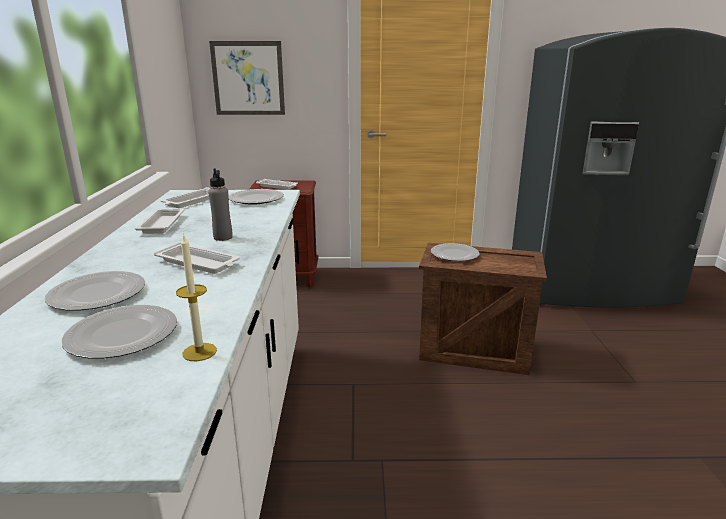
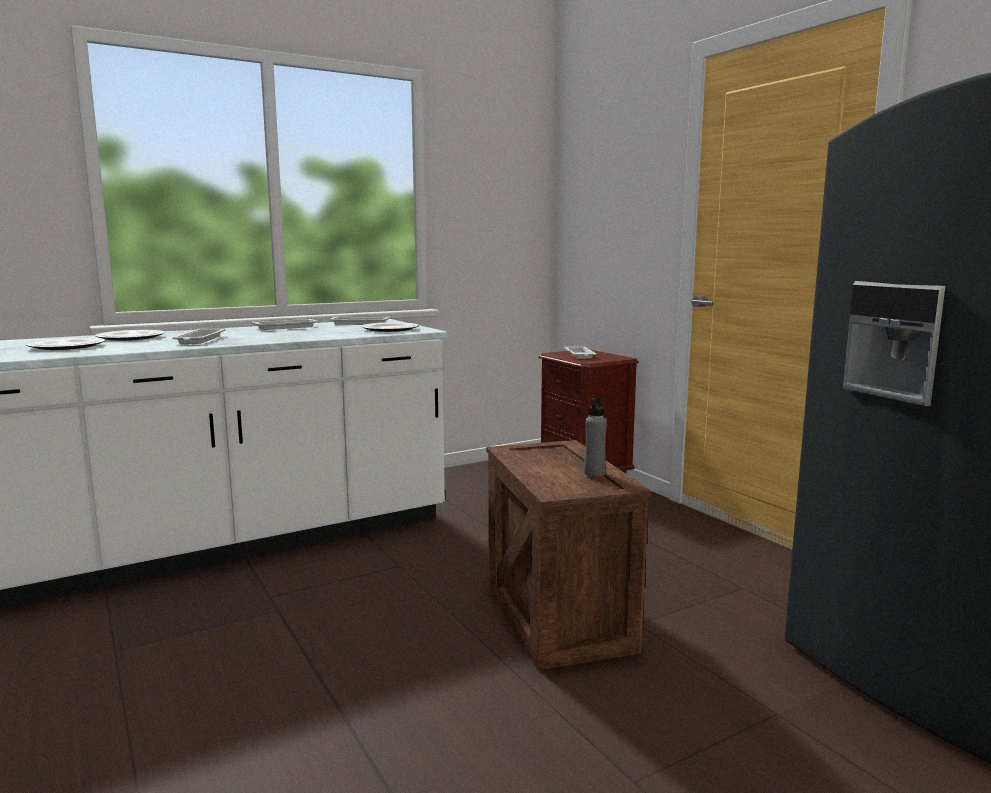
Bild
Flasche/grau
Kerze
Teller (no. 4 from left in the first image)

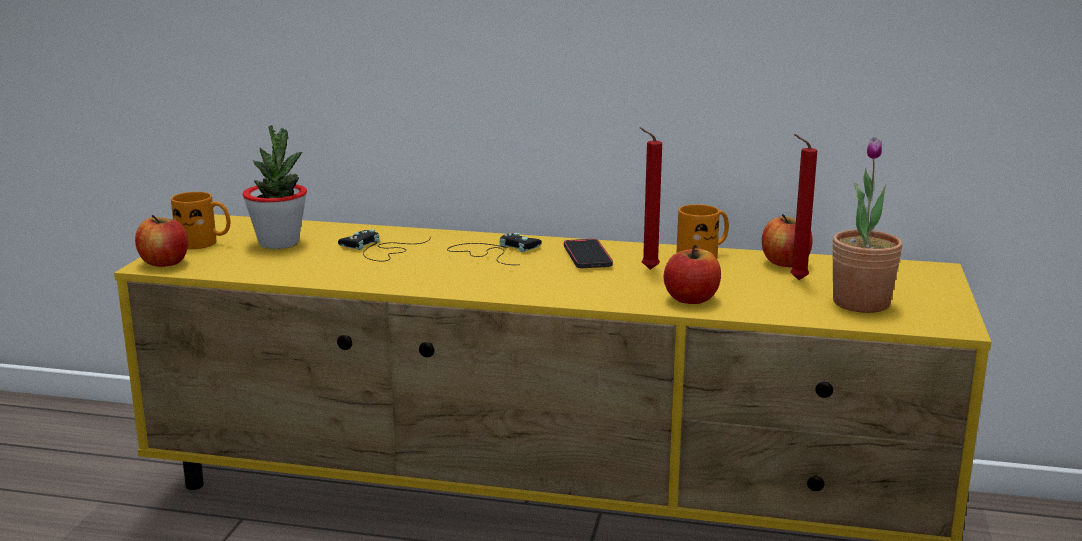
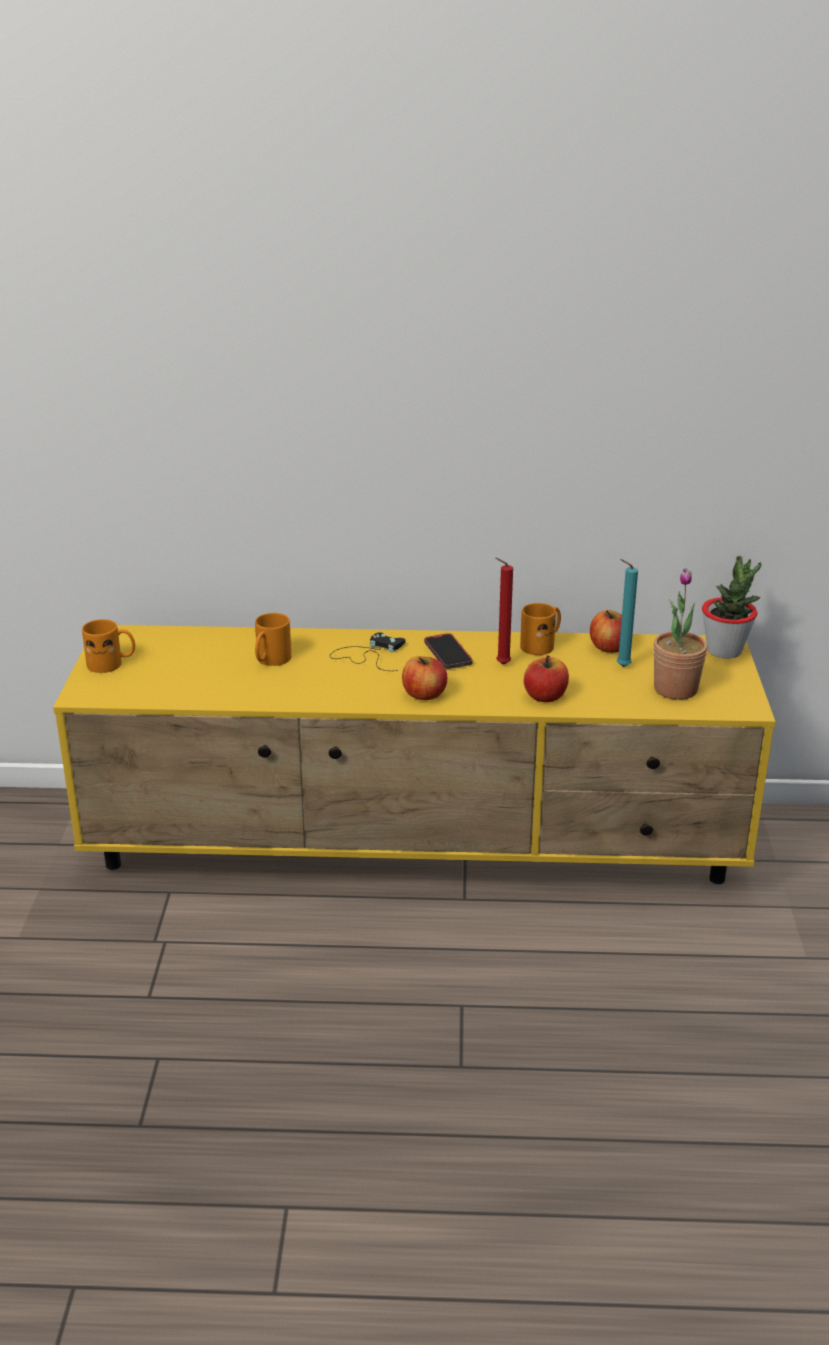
Topfpflanze (no. 2 from left)
Kerze/türkis
Apfel (no. 1 from left)
Henkelbecher/orange (no. 2 from left)

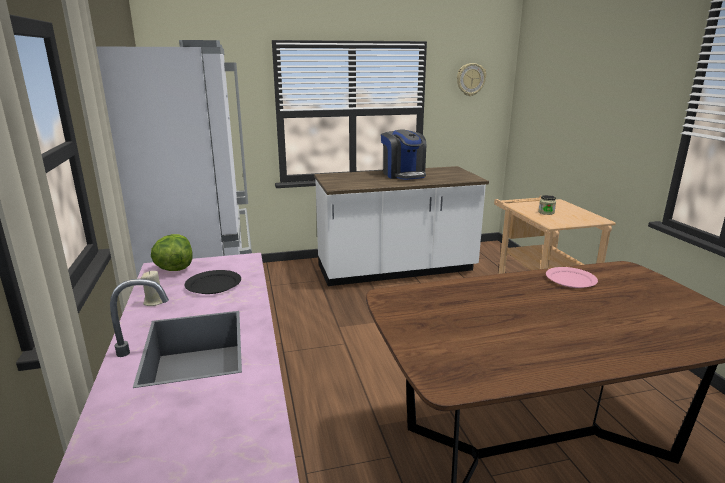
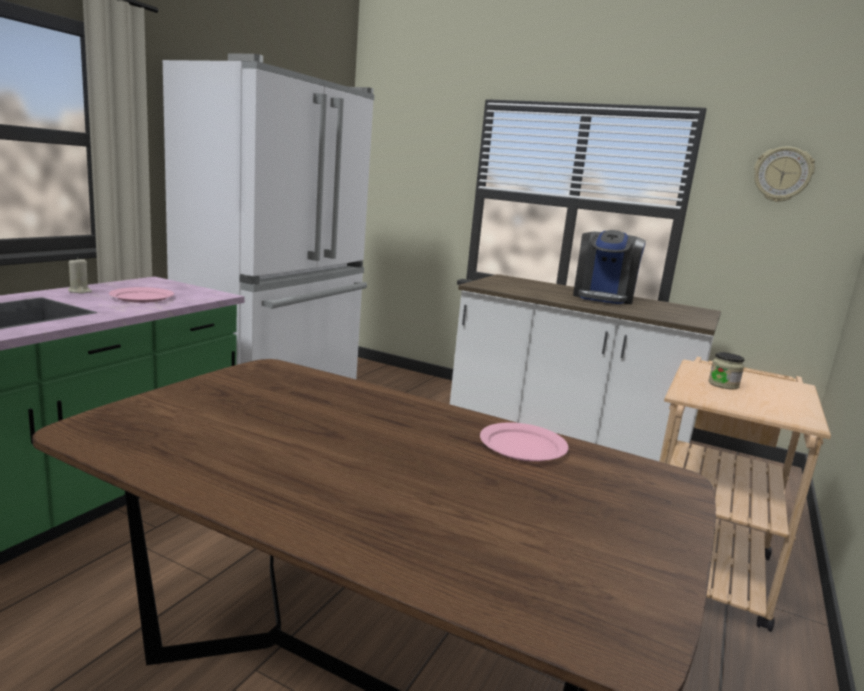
Salatkopf
Teller/rosa (no. 1 from left)

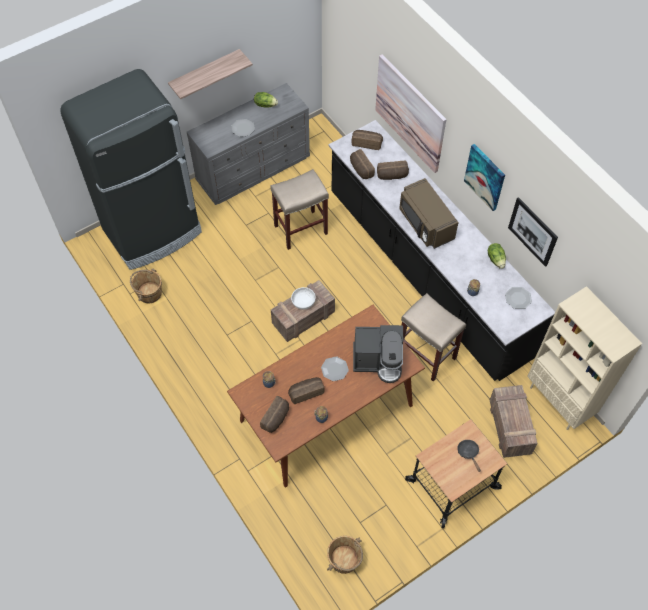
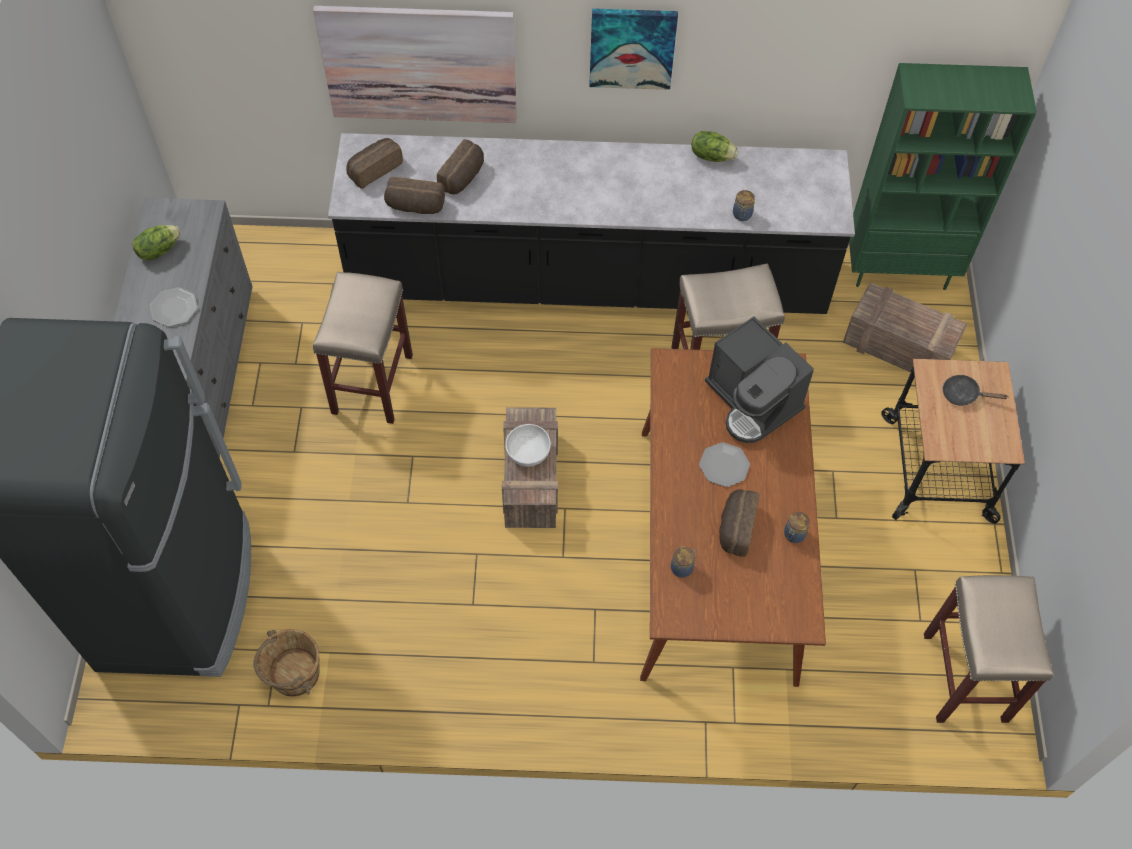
Wandregal
Mikrowelle/braun
Bild (no. 3 from left in the first image)
Bücherregal/grün
Teller (no. 3 from left in the first image)
Kaffeemaschine
Brot (no. 1 from left in the first image)
Hocker/beige (no. 3 from left)

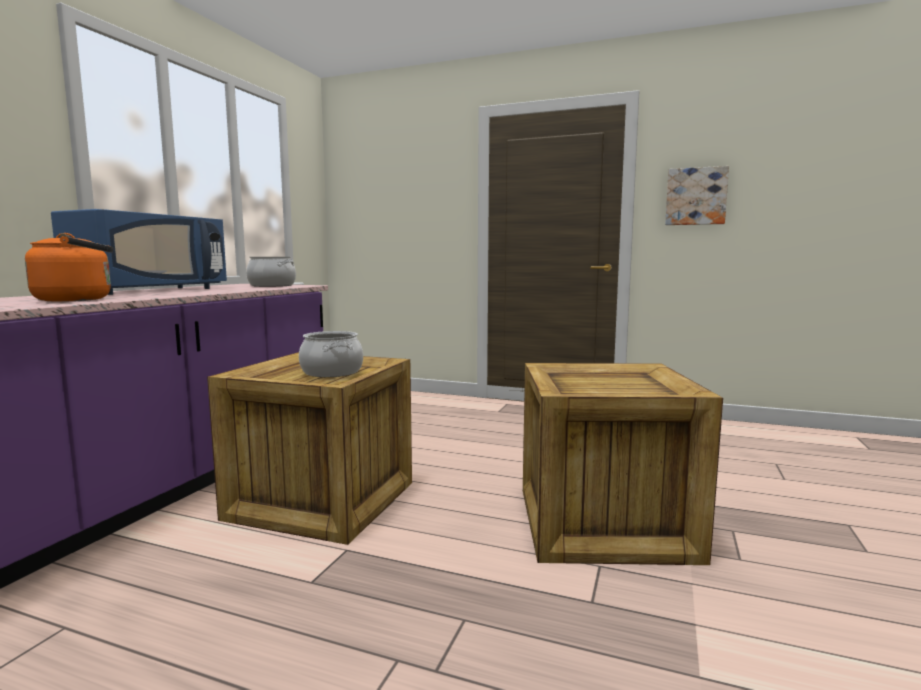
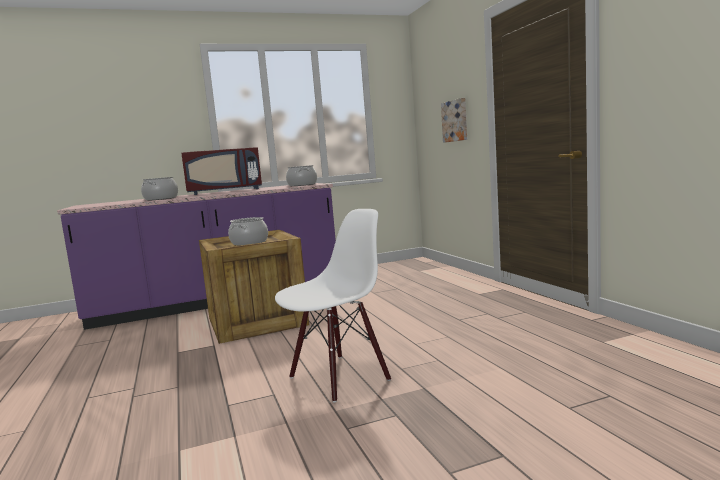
Bild
Mikrowelle/rot
Kochtopf (no. 1 from left)
Stuhl/weiß

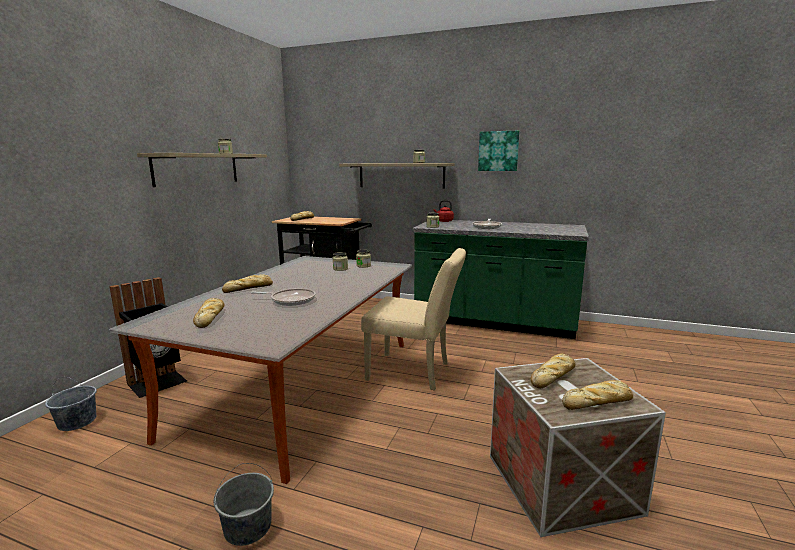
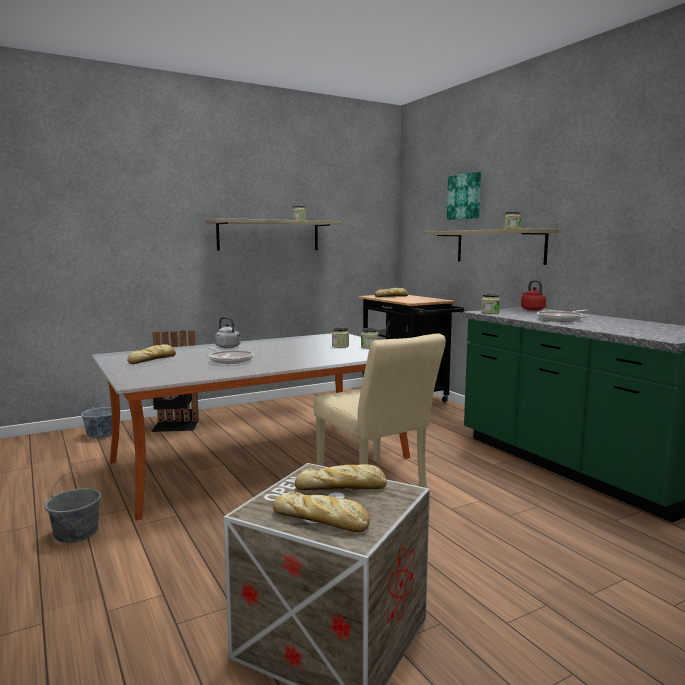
Bild
Wasserkessel/grau

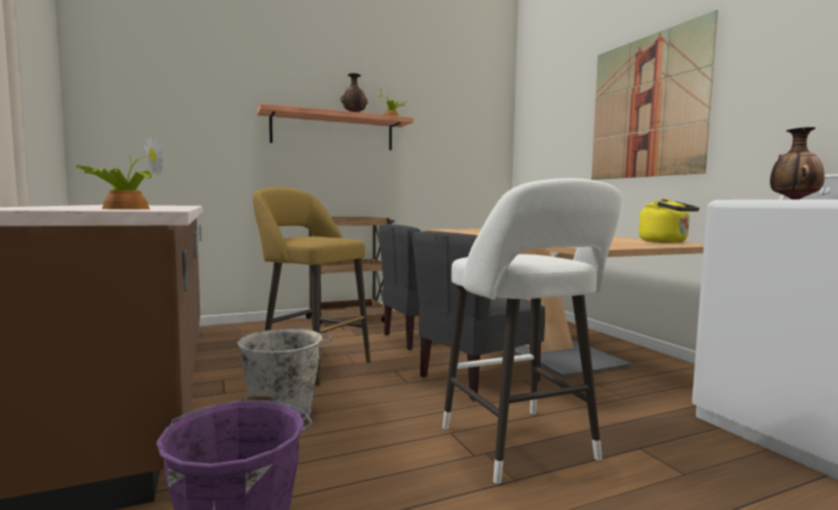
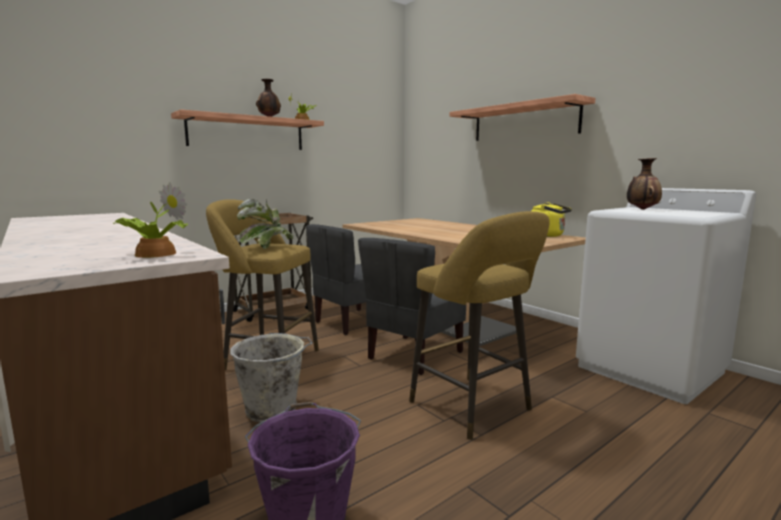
Wandregal (no. 2 from left)
Hocker/gelb (no. 2 from left)
Topfpflanze (no. 2 from left)

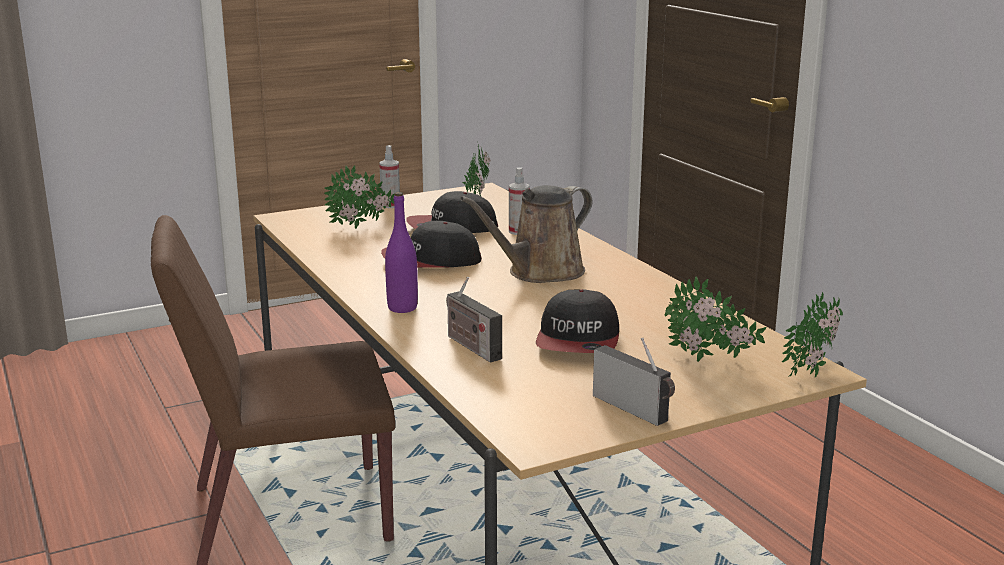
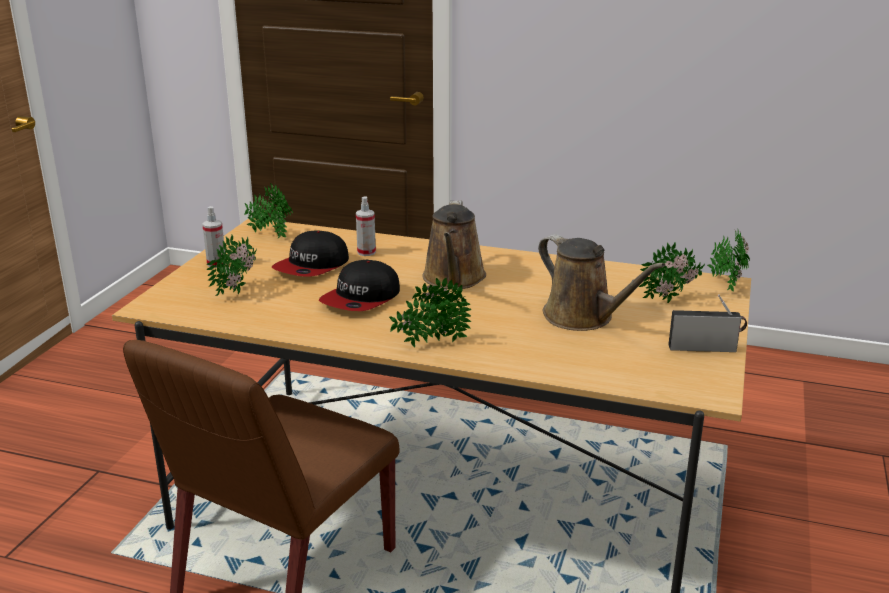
Topfpflanze (no. 3 from left)
Radio (no. 1 from left in the first image)
Gießkanne/braun (no. 2 from left)

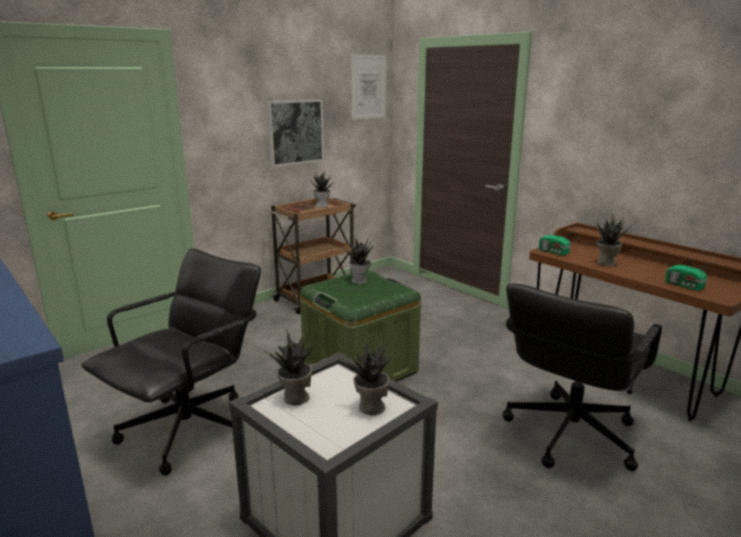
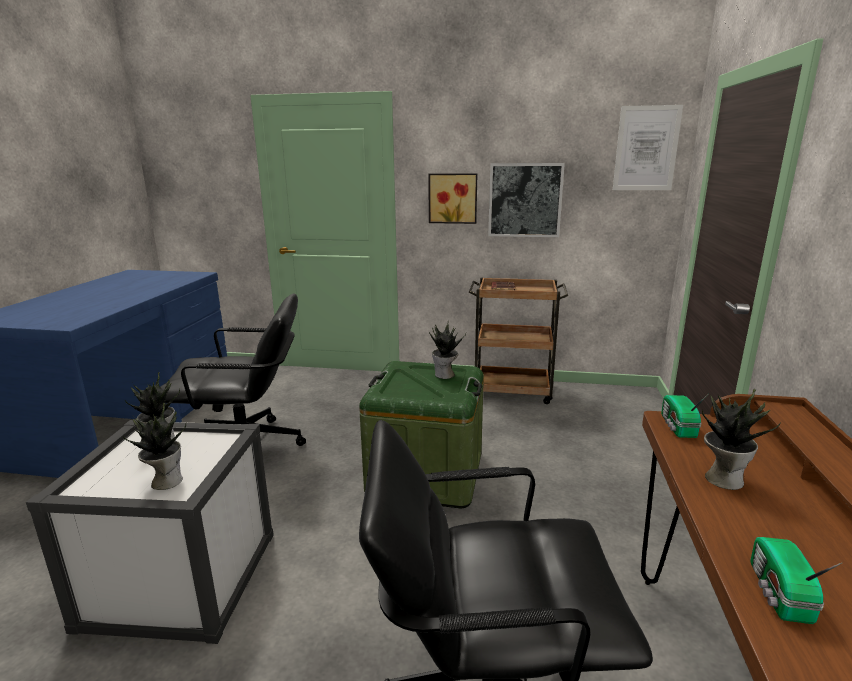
Topfpflanze (no. 2 from left in the first image)
Bild (no. 1 from left)

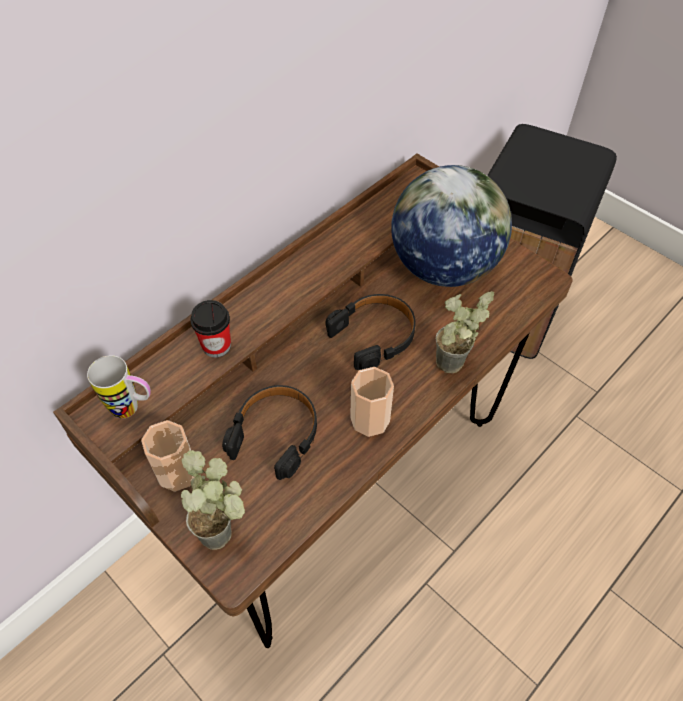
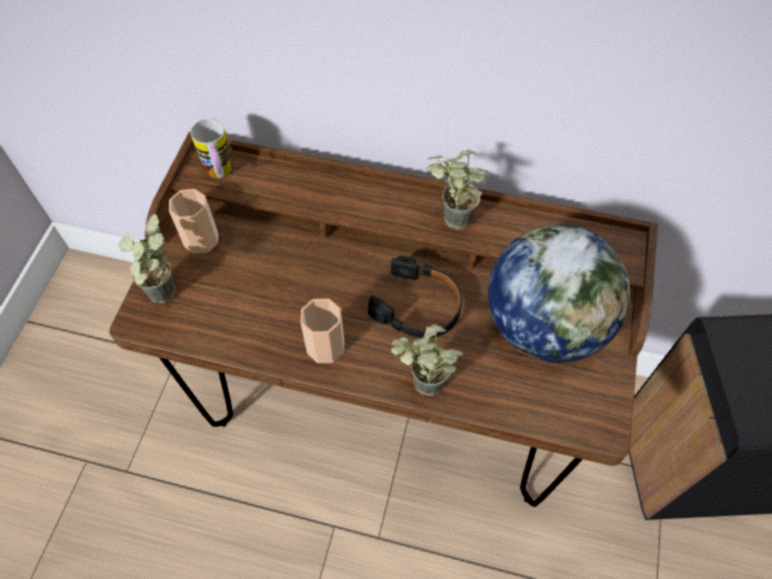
Tasse (no. 2 from left in the first image)
Kopfhörer/schwarz (no. 1 from left in the first image)
Topfpflanze (no. 3 from left)

